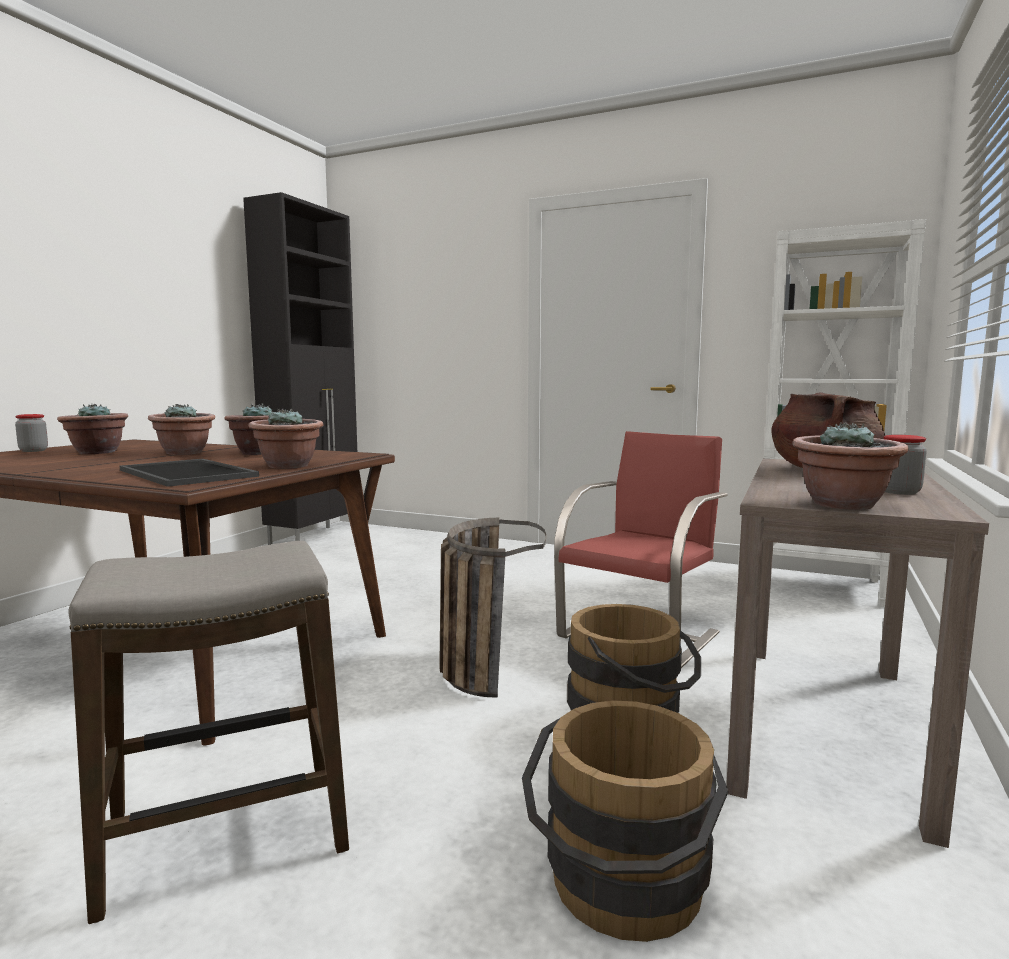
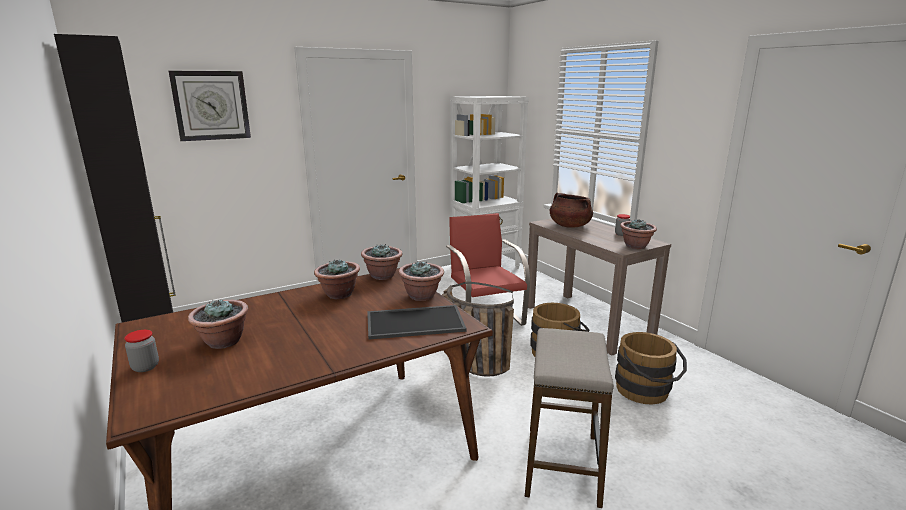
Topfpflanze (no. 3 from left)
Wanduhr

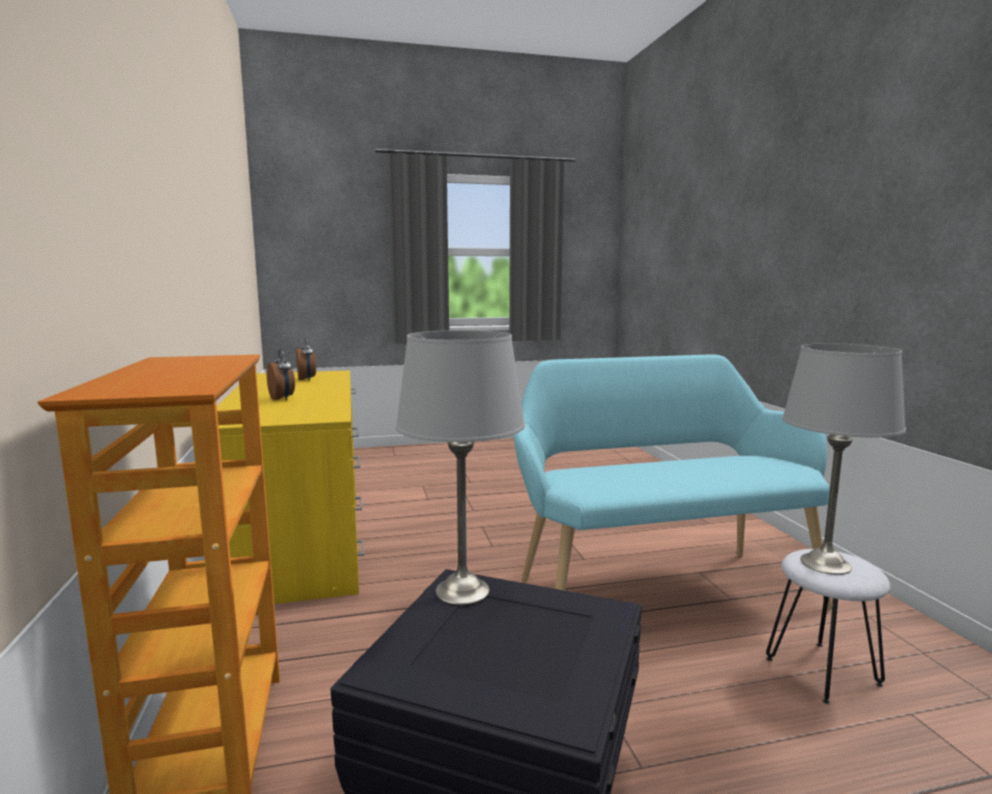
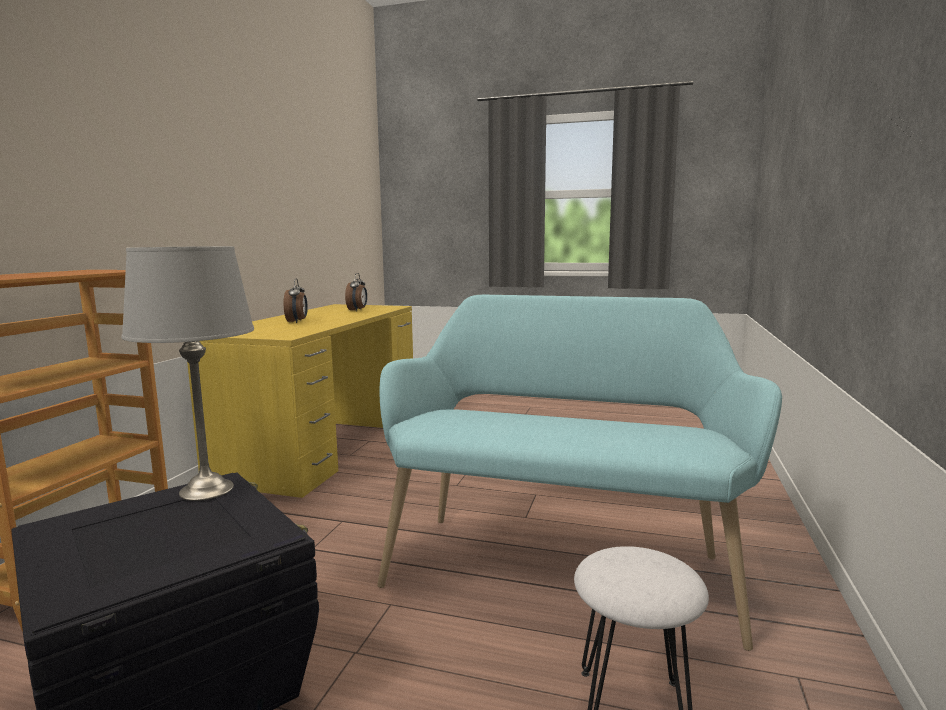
Tischlampe/grau (no. 2 from left in the first image)

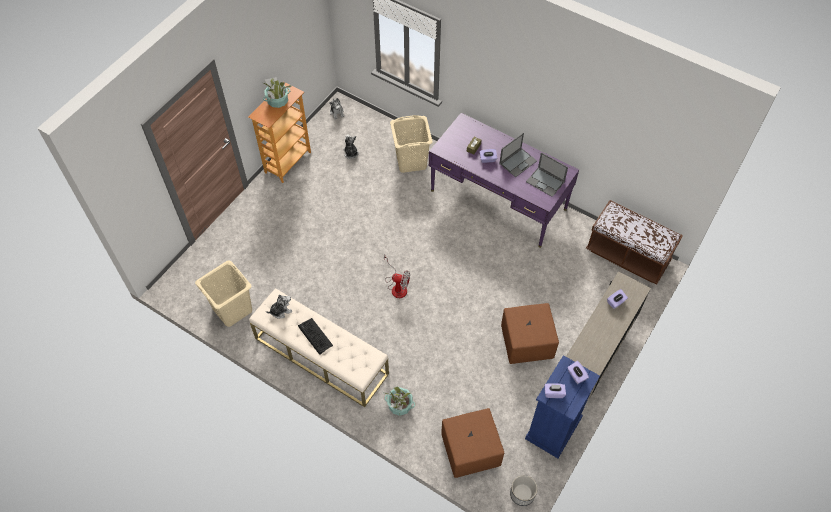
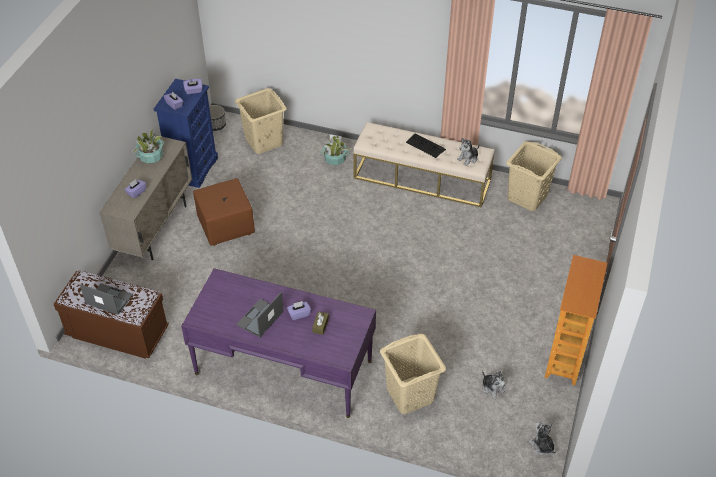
Topfpflanze (no. 1 from left)
Laptop (no. 1 from left)
Ventilator
Wäschekorb/beige (no. 1 from left)

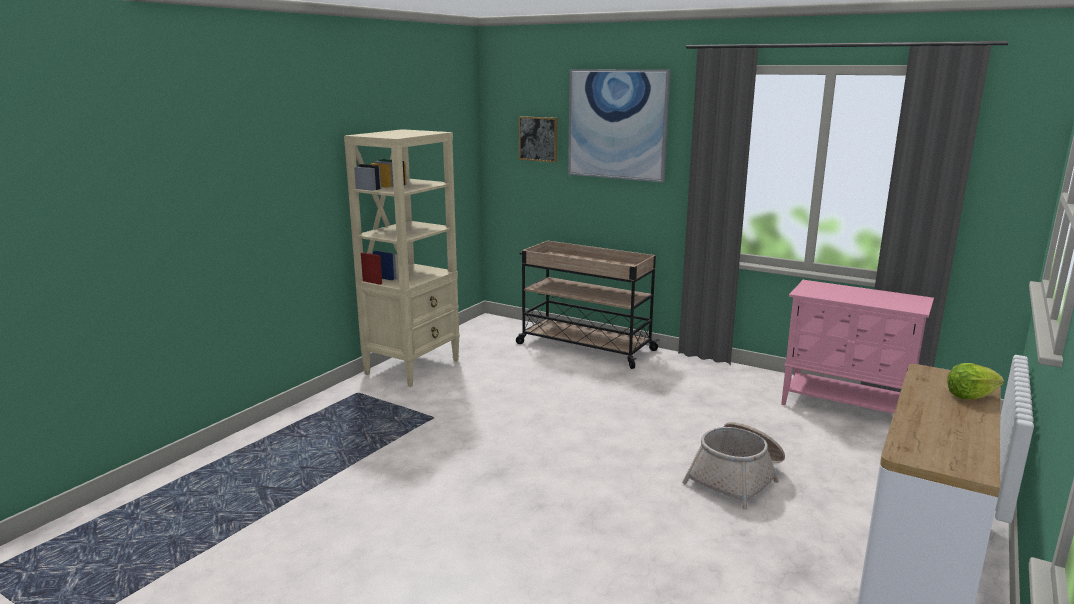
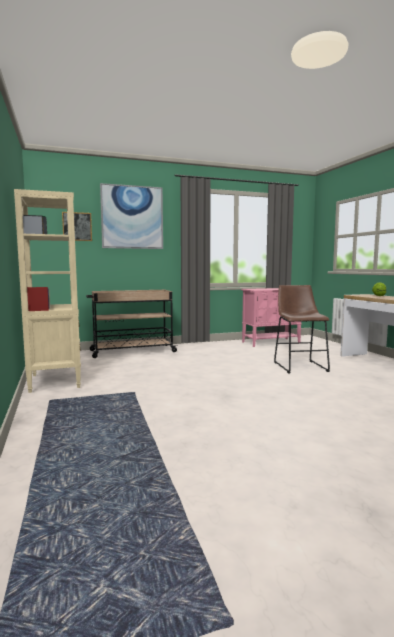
Hocker/braun

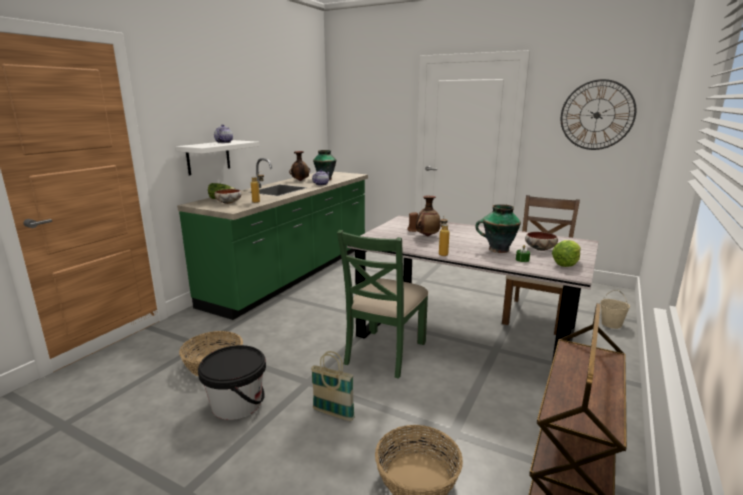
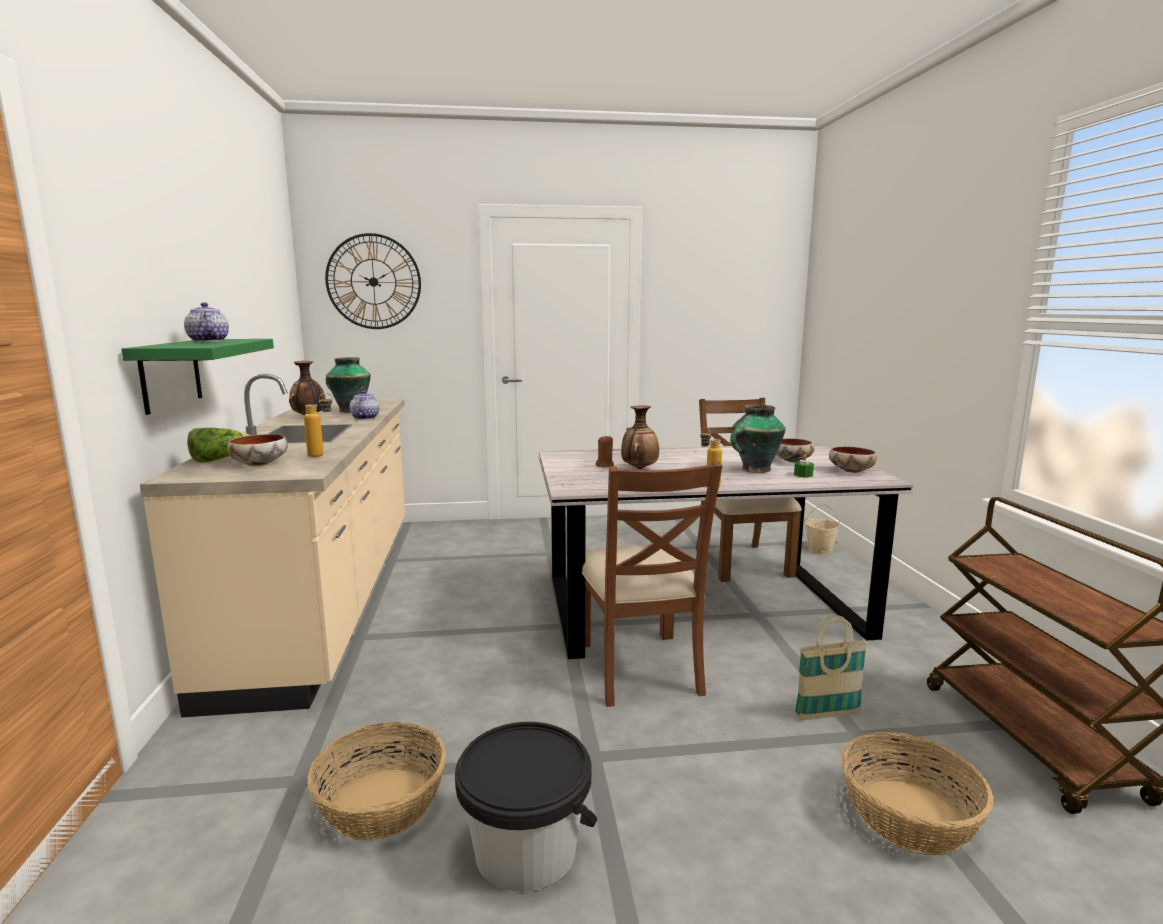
Wanduhr
Wandregal/grün
Küchenzeile/beige
Stuhl/braun (no. 1 from left)
Schüssel (no. 3 from left)
Korb (no. 2 from left)

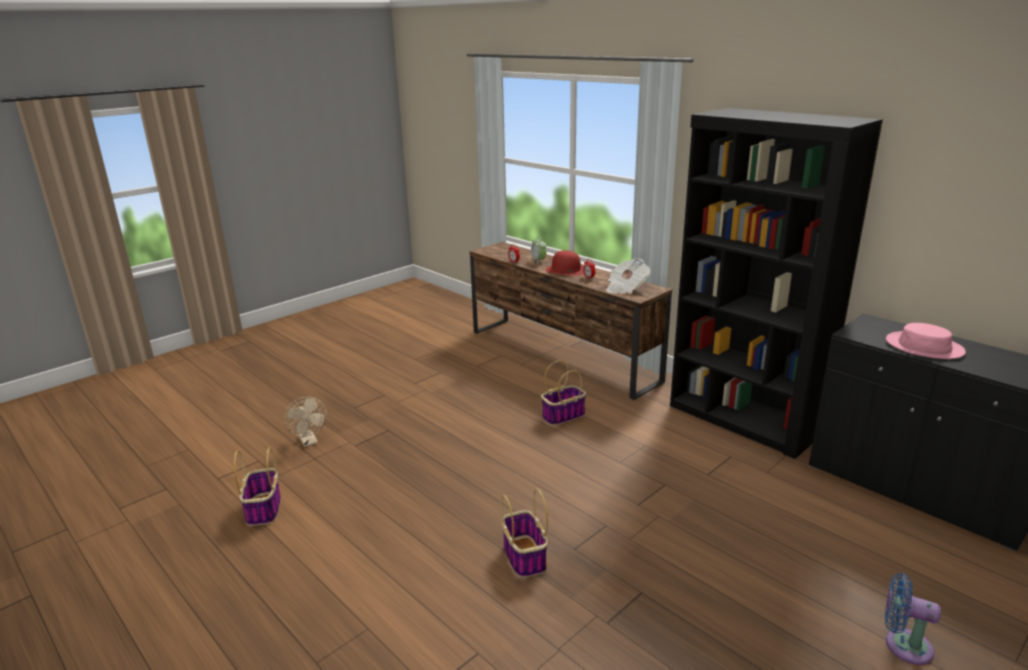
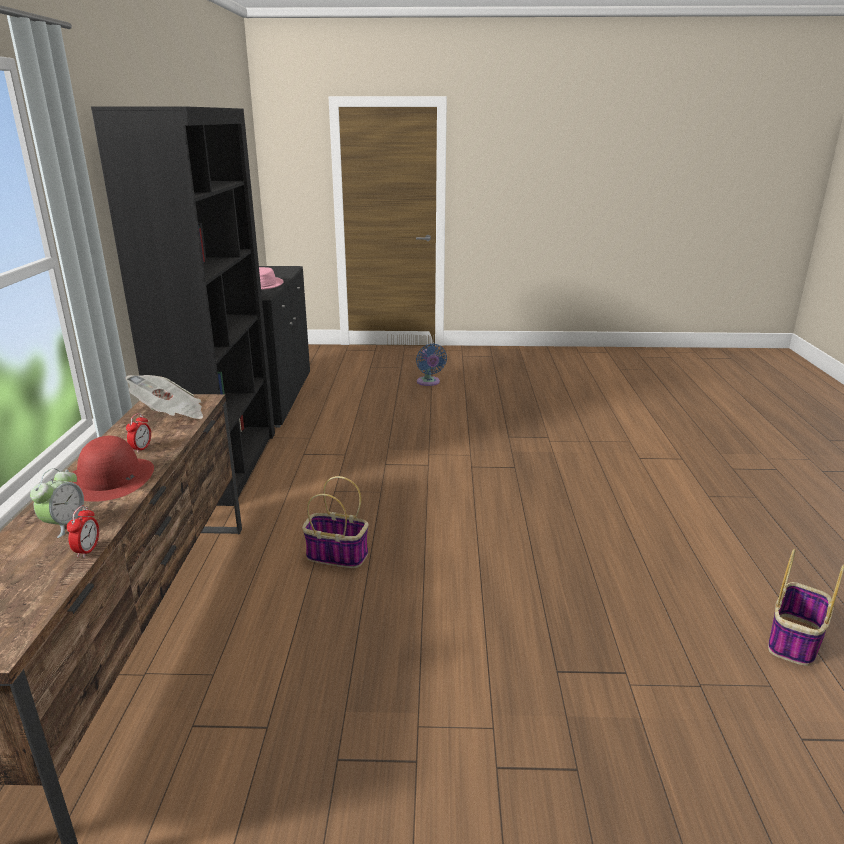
Ventilator/beige
Korb (no. 2 from left in the first image)

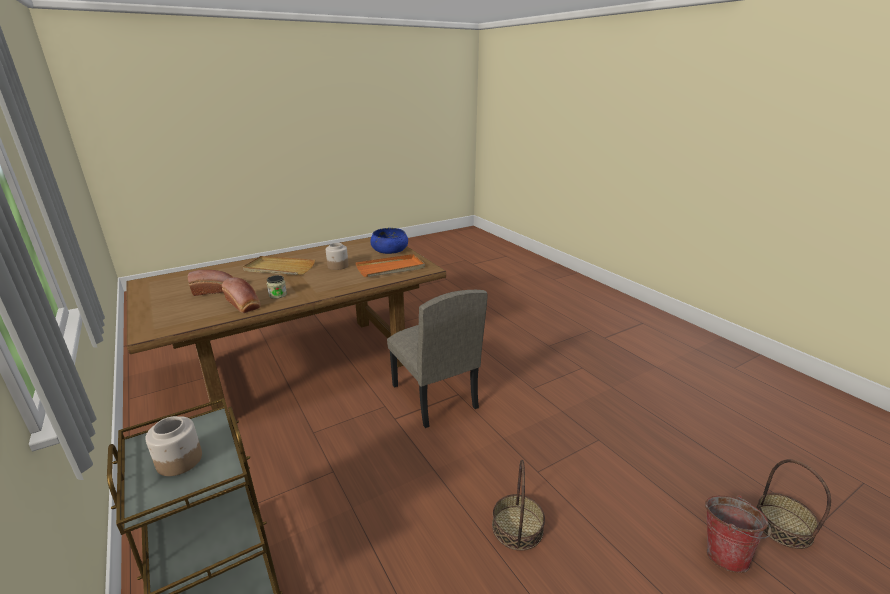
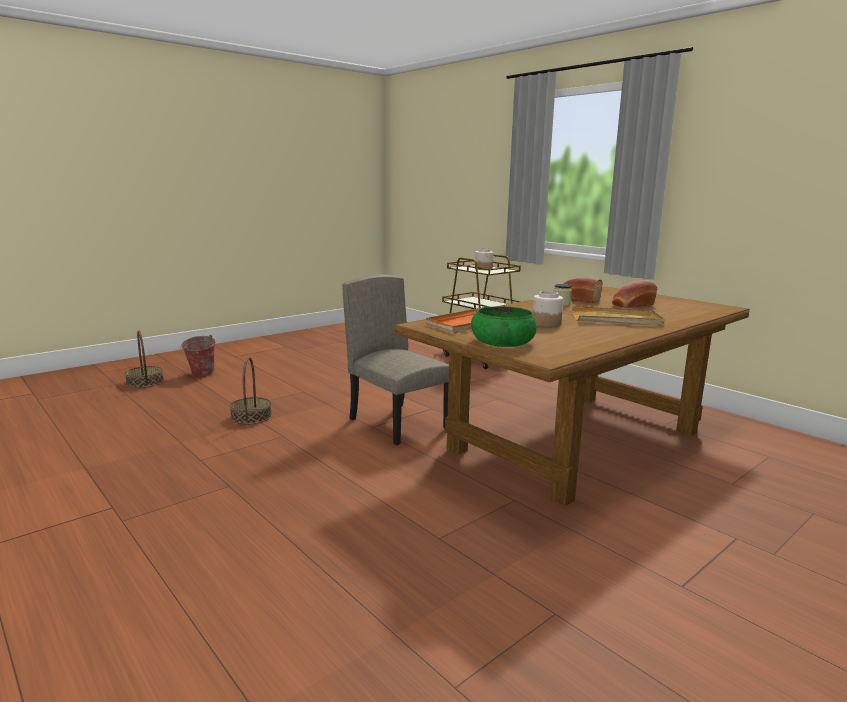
Schüssel/grün
Korb (no. 2 from left)

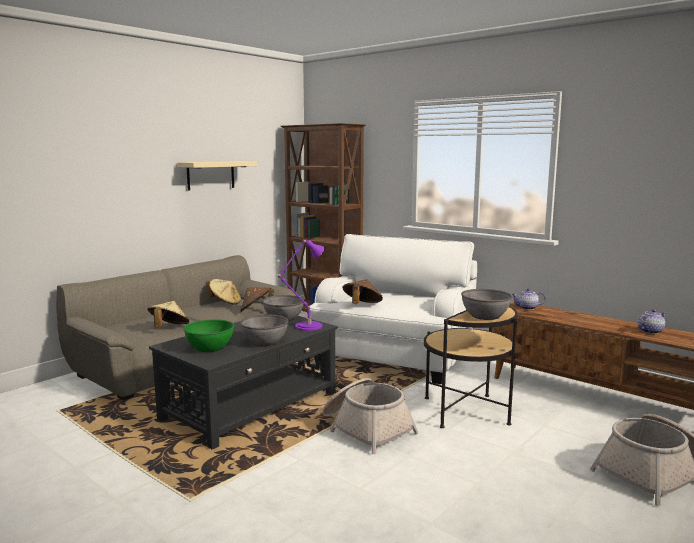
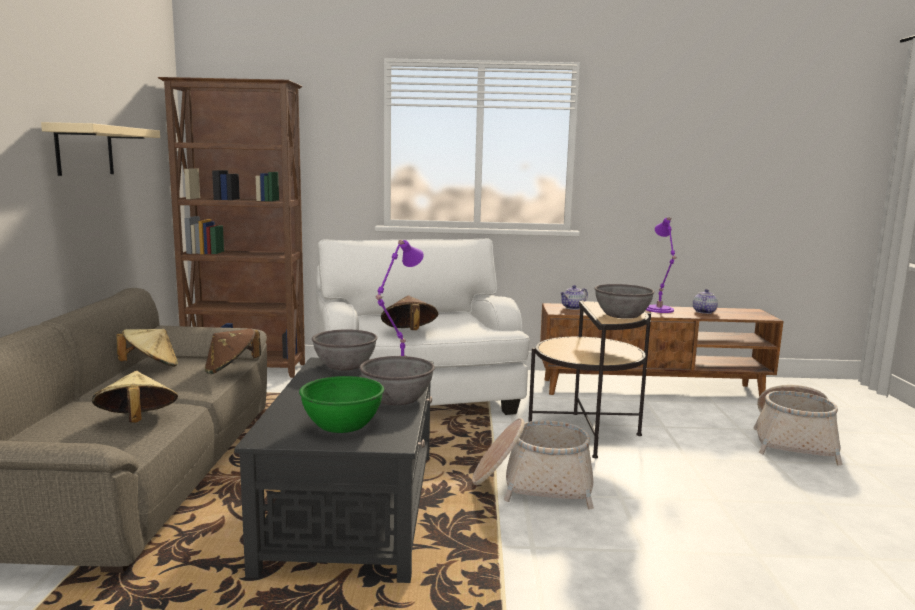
Tischlampe/lila (no. 2 from left)

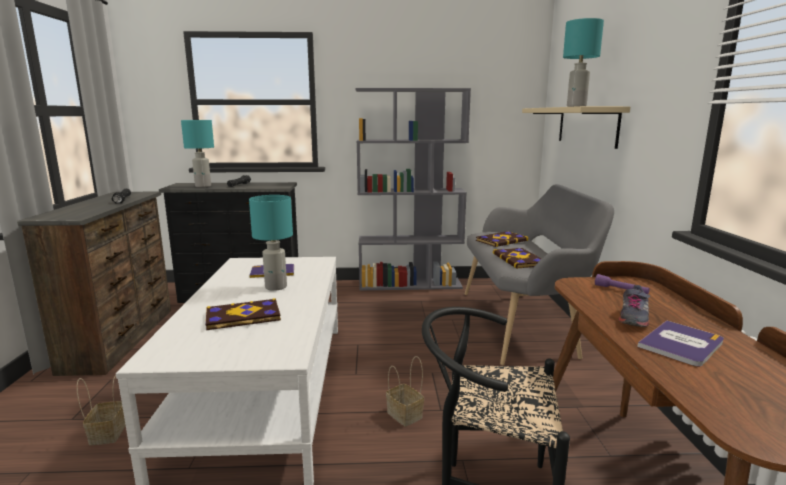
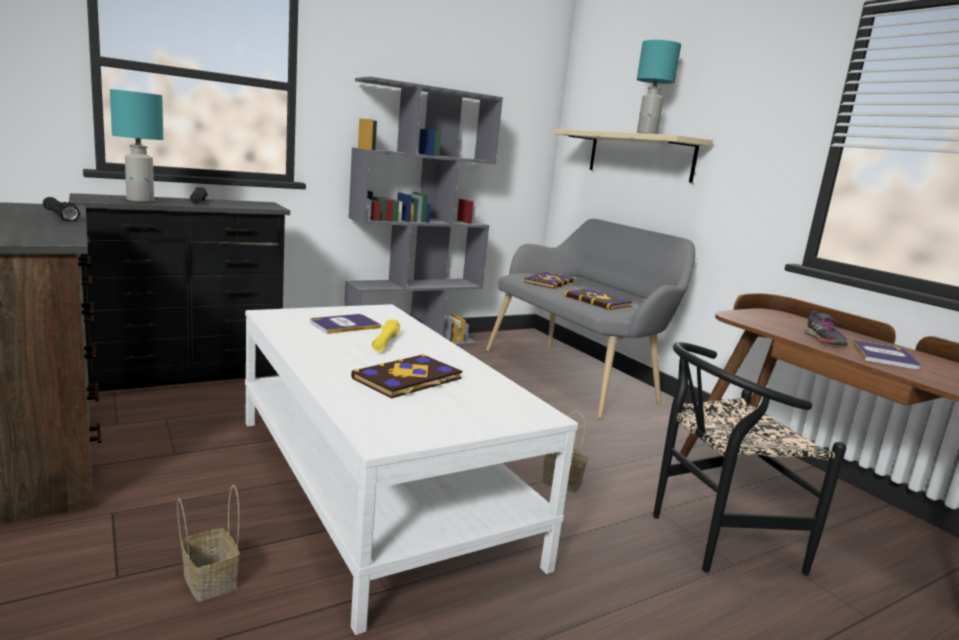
Taschenlampe/gelb
Taschenlampe/lila

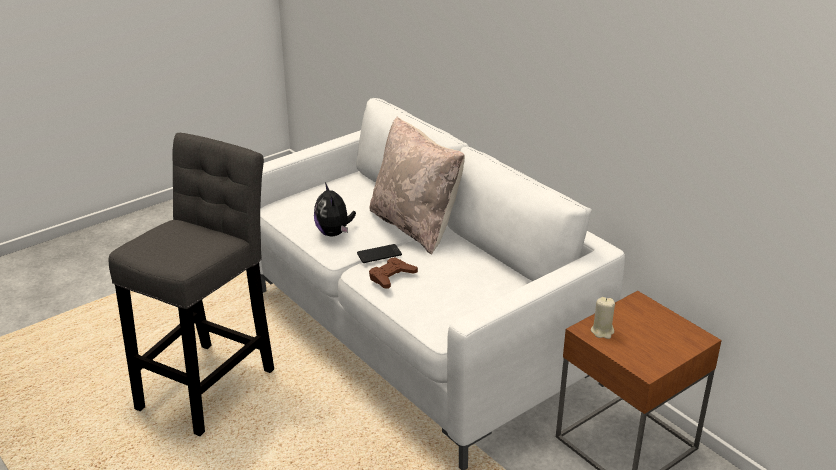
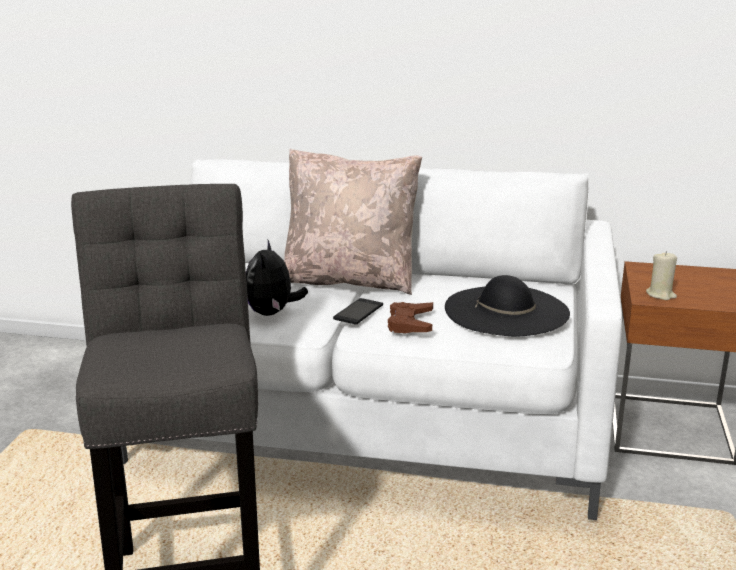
Plüschtier
Hut/schwarz

